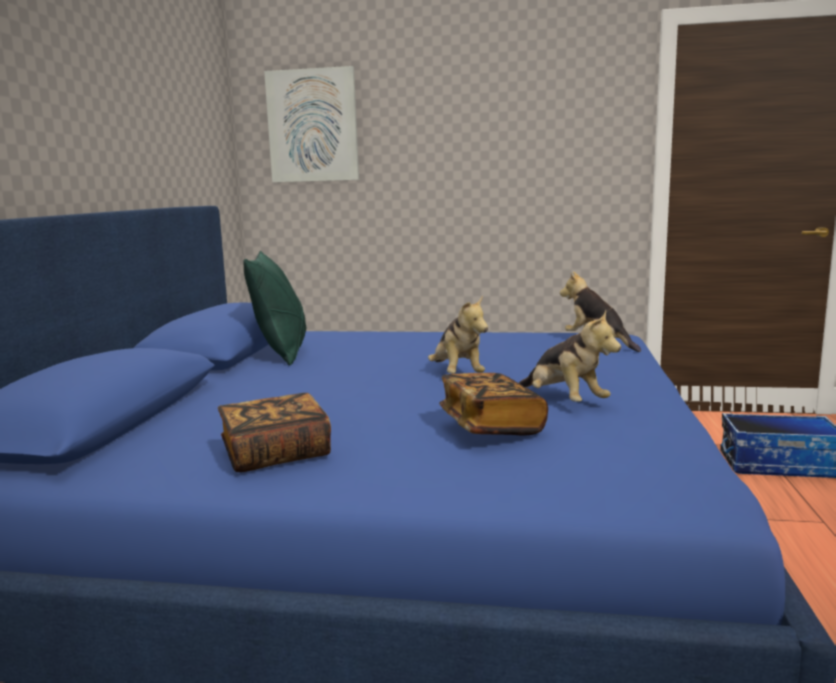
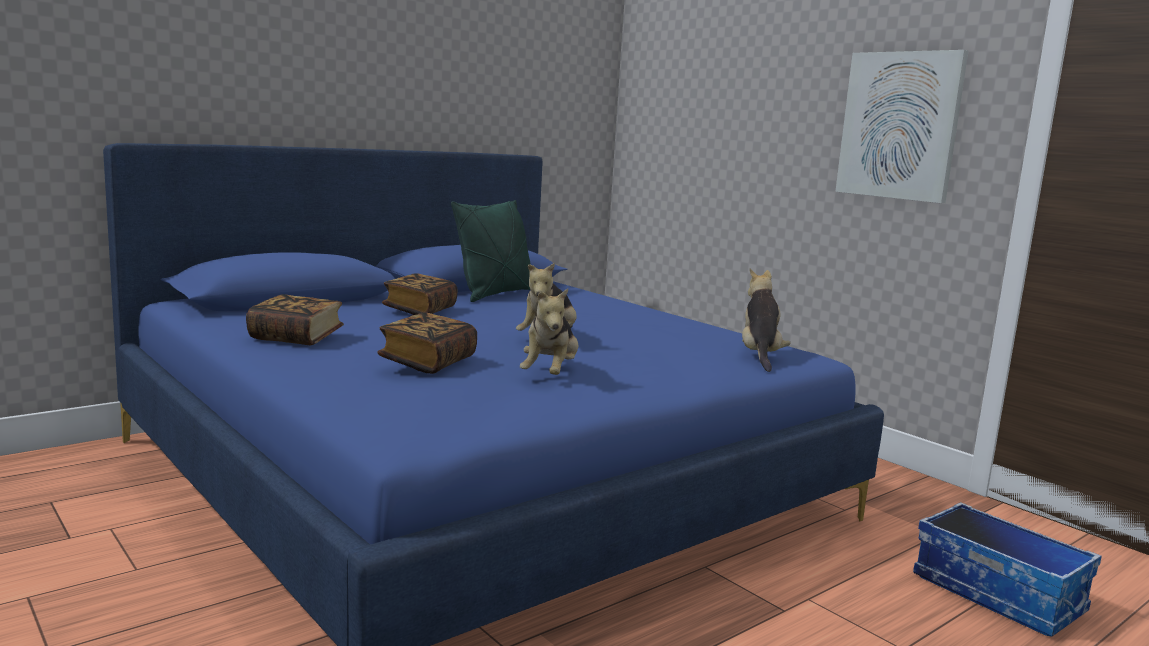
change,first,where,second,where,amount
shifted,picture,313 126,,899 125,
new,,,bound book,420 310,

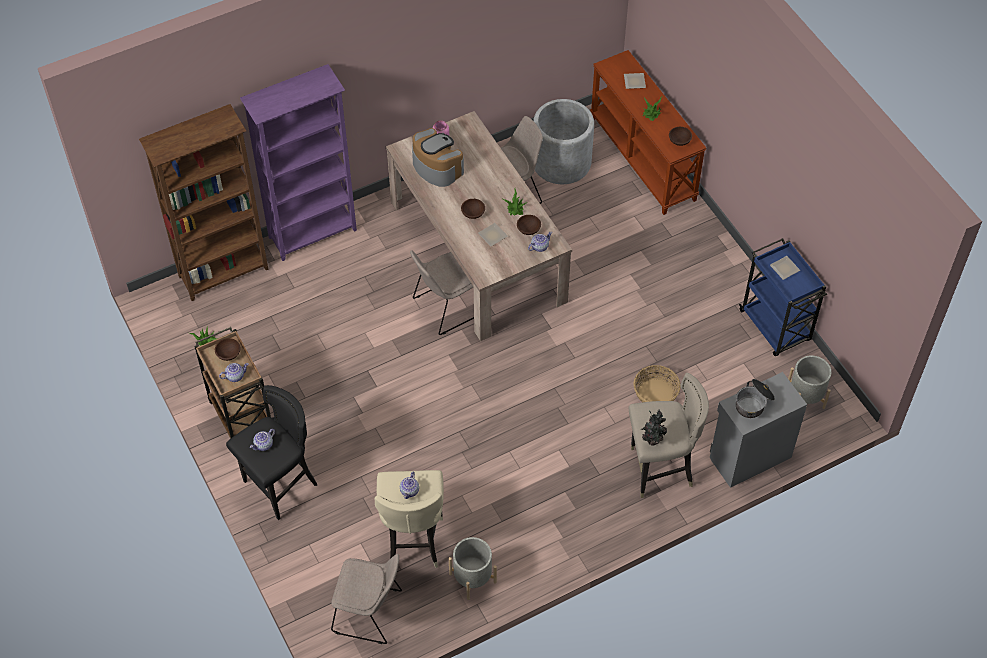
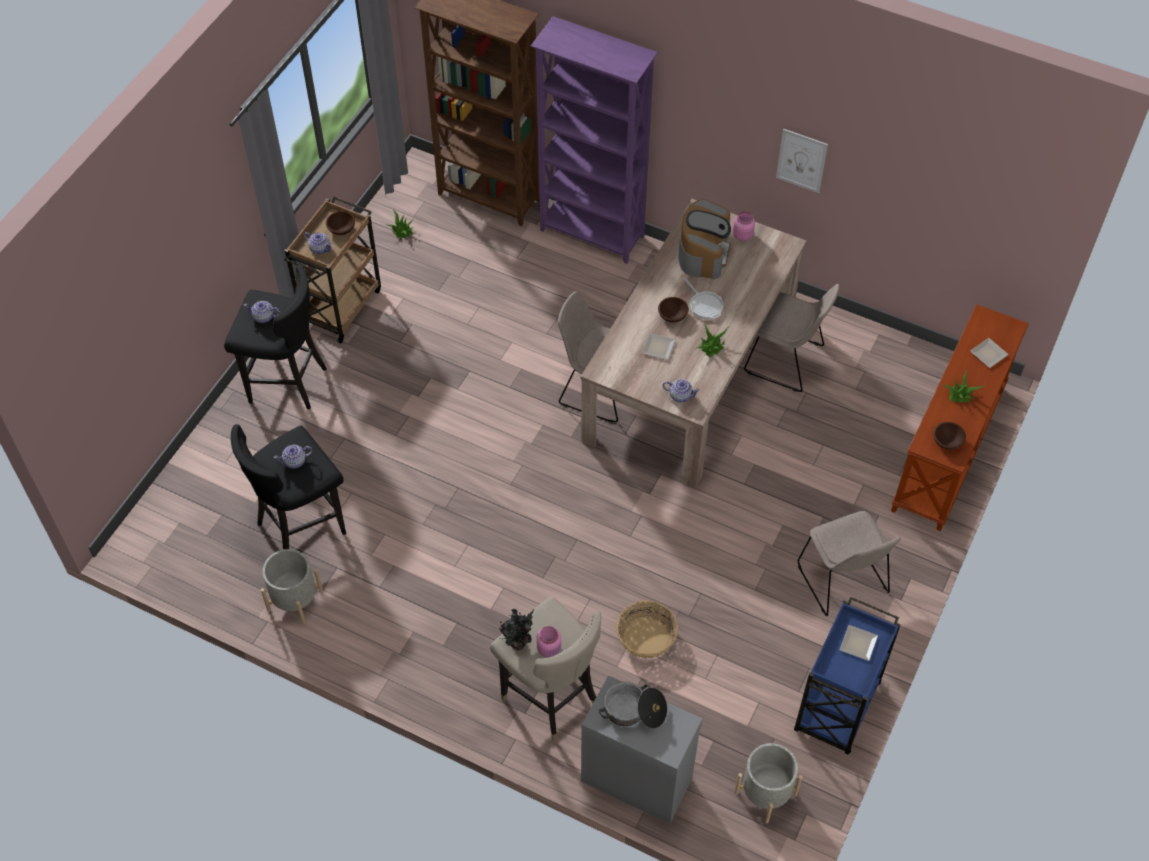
change,first,where,second,where,amount
shifted,beige-coloured chair,370 612,,843 581,
repainted,beige-coloured stool seat,413 541,black stool seat,301 524,
gone,brownish bowl,529 229,,,
gone,grey flower pot,561 162,,,
new,,,pink-coloured preserve jar,549 649,
new,,,pan,704 305,
new,,,picture,801 160,

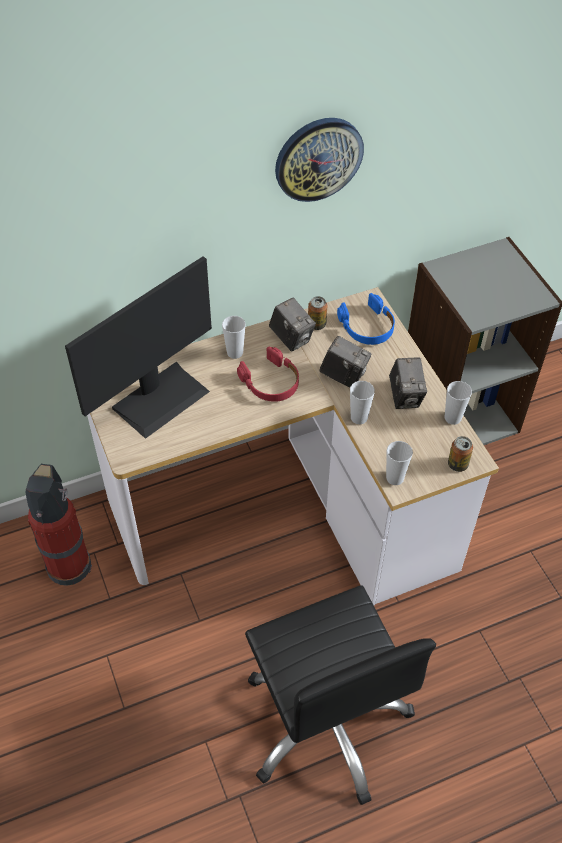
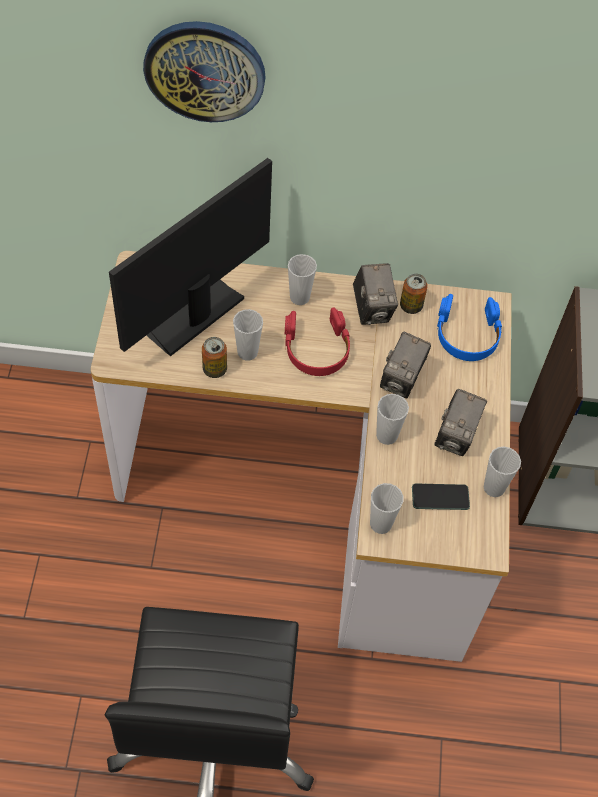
change,first,where,second,where,amount
gone,fire extinguisher,69 563,,,
rotated,computer screen,160 398,,188 311,150 degrees clockwise
shifted,wall clock,318 158,,205 70,
rotated,photo camera,344 376,,402 379,60 degrees clockwise
shifted,metal can,457 464,,214 369,
new,,,cup,247 352,
new,,,handset,440 497,

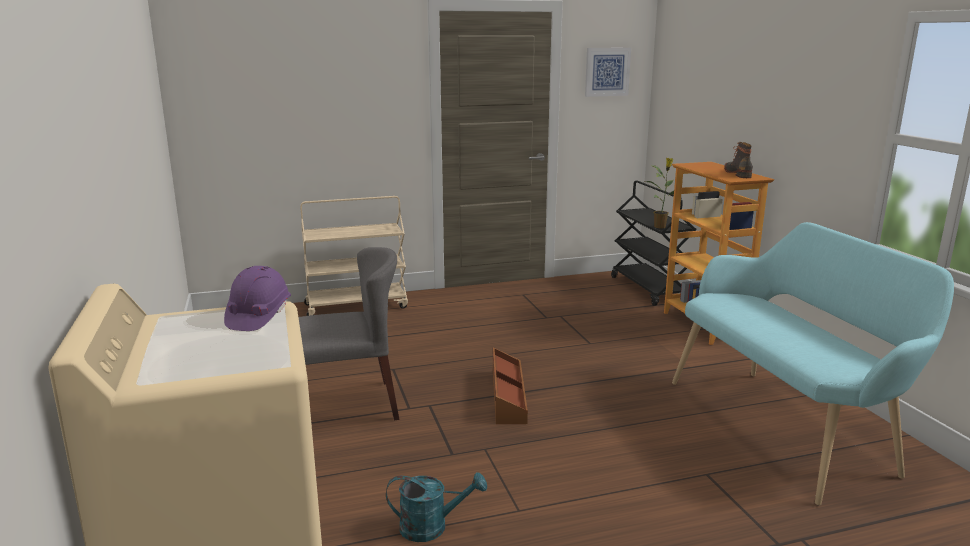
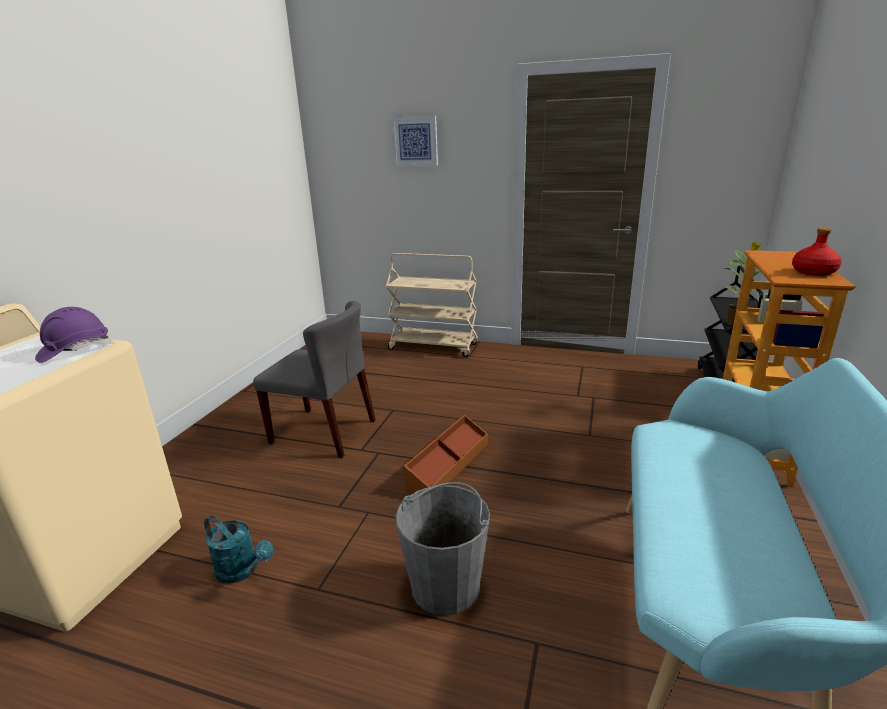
change,first,where,second,where,amount
shifted,picture,607 72,,415 141,
swapped,boot,738 173,red beverage bottle,813 272,
new,,,grey water bucket,446 585,

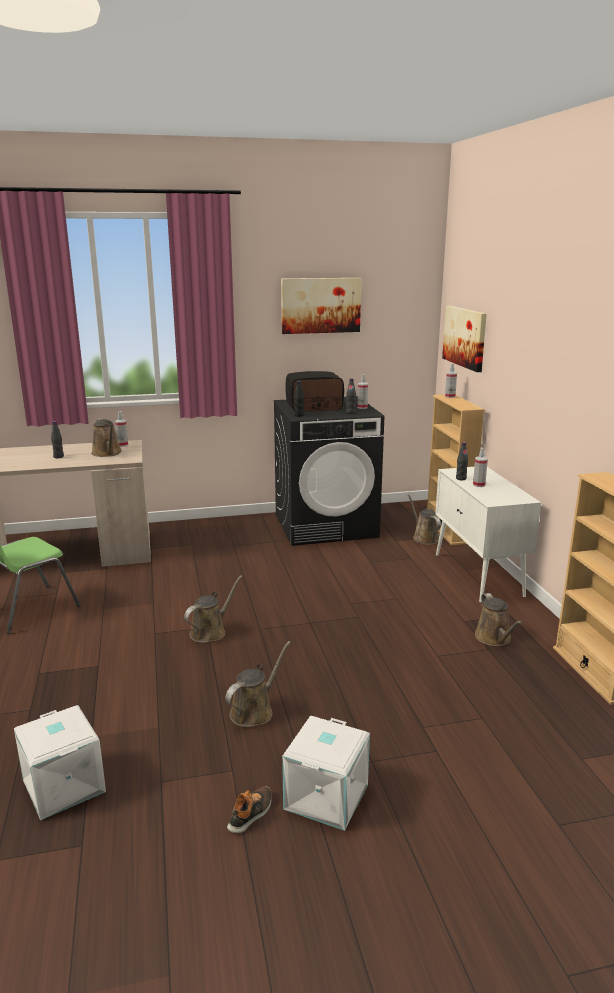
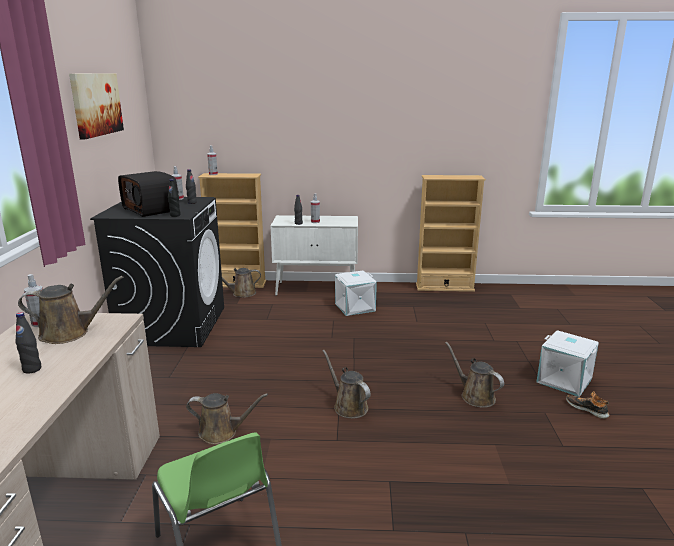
change,first,where,second,where,amount
shifted,white storage bin,62 786,,355 307,
rotated,radio set,314 407,,152 209,45 degrees counterclockwise
gone,picture,465 337,,,
shifted,brownish watering pot,494 638,,222 432,

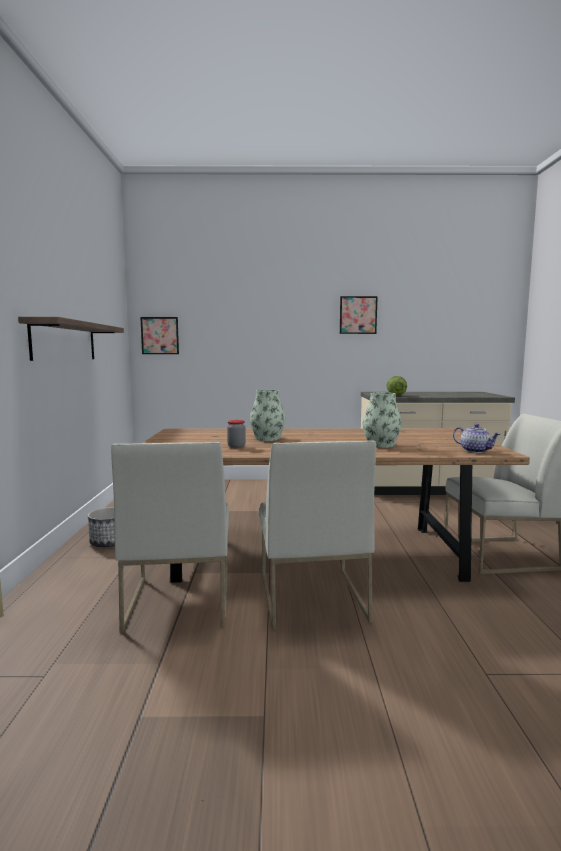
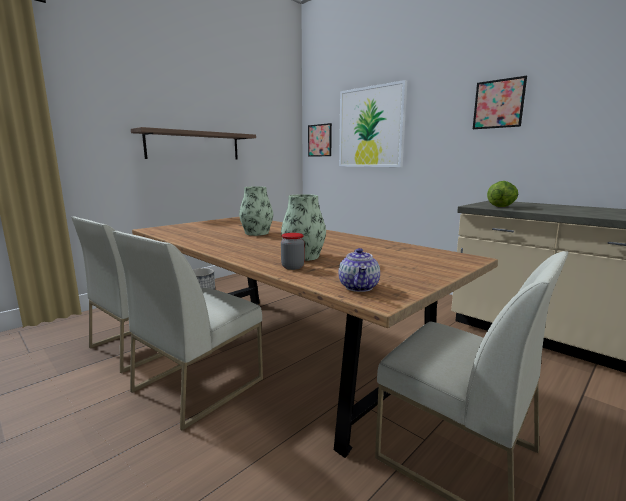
change,first,where,second,where,amount
shifted,preserve jar,236 446,,292 267,
new,,,picture,371 127,

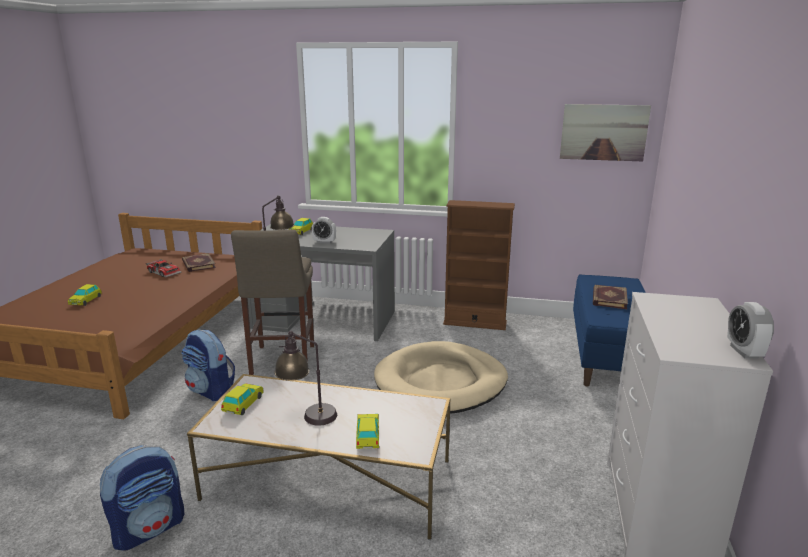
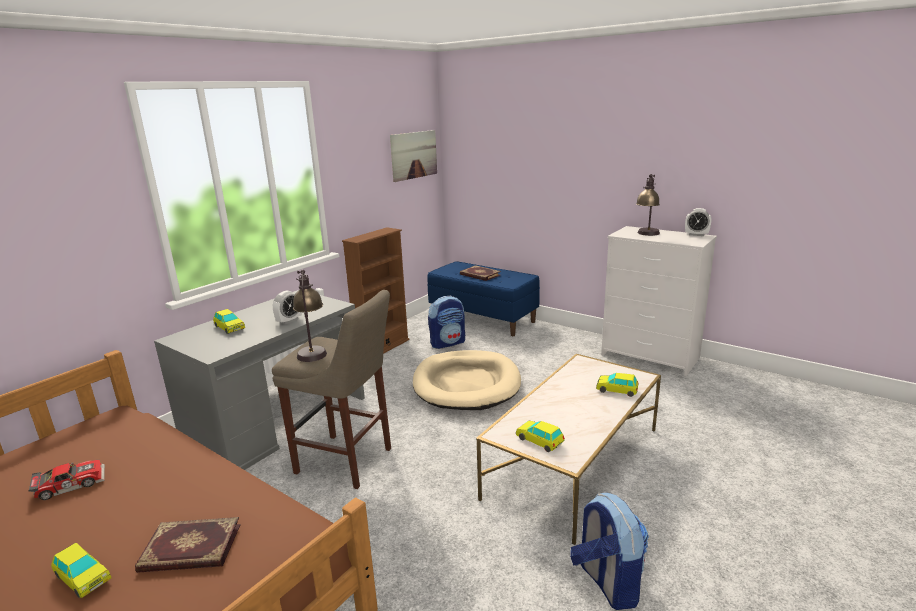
change,first,where,second,where,amount
shifted,backpack,211 391,,448 343,
shifted,bound book,198 264,,190 549,
shifted,tabletop lamp,307 415,,646 235,

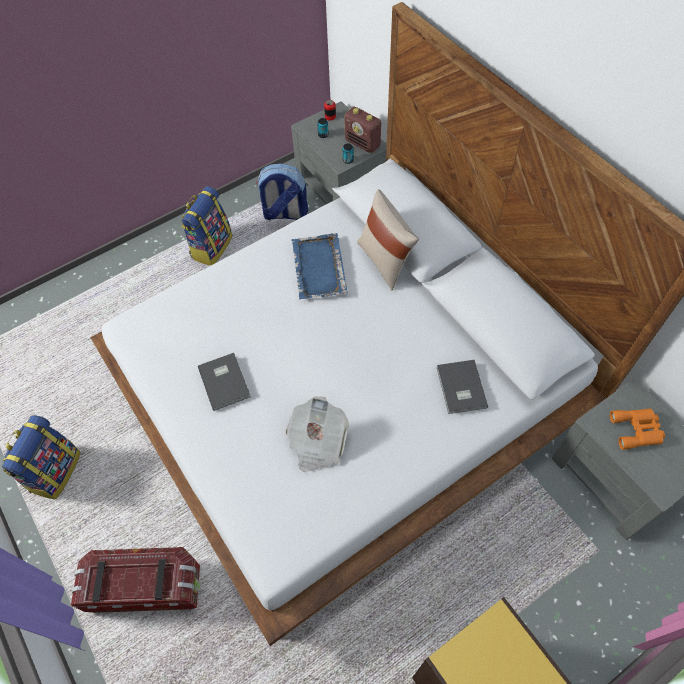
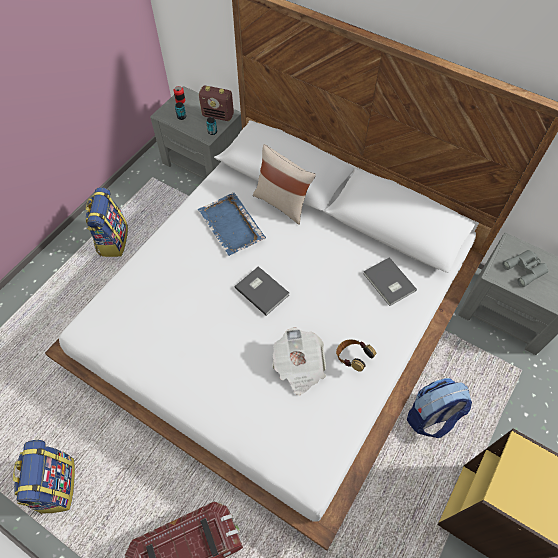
change,first,where,second,where,amount
shifted,grey bound book,225 381,,262 290,
shifted,backpack,284 214,,430 417,
repainted,orange-coloured binoculars,637 430,grey binoculars,525 269,
new,,,pair of headphones,352 358,

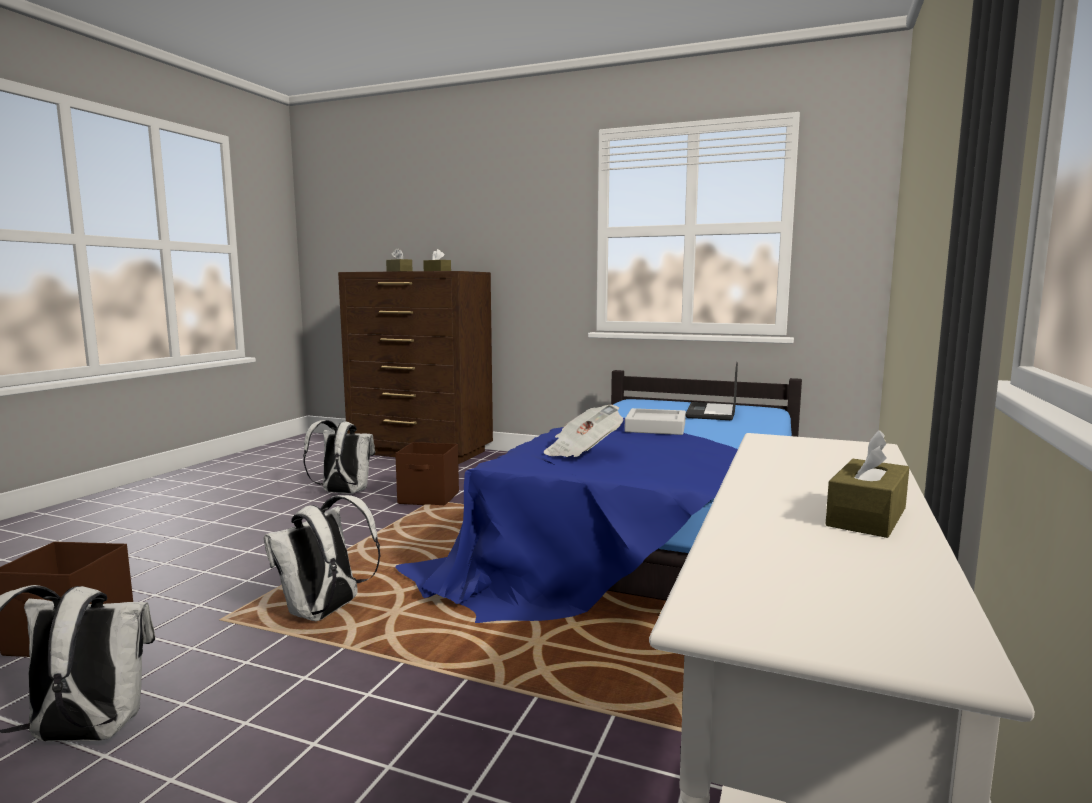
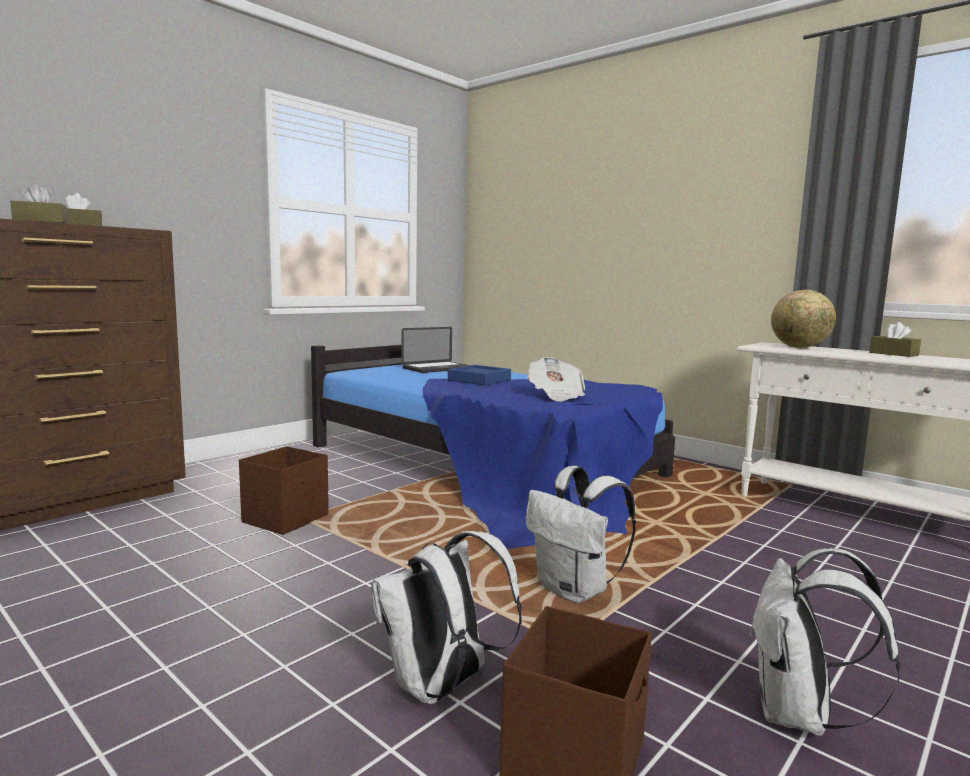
change,first,where,second,where,amount
shifted,white backpack,342 493,,441 687,
repainted,grey carrying tray,655 427,blue-coloured carrying tray,479 380,
rotated,laptop,711 412,,436 368,75 degrees counterclockwise
new,,,globe,800 347,

